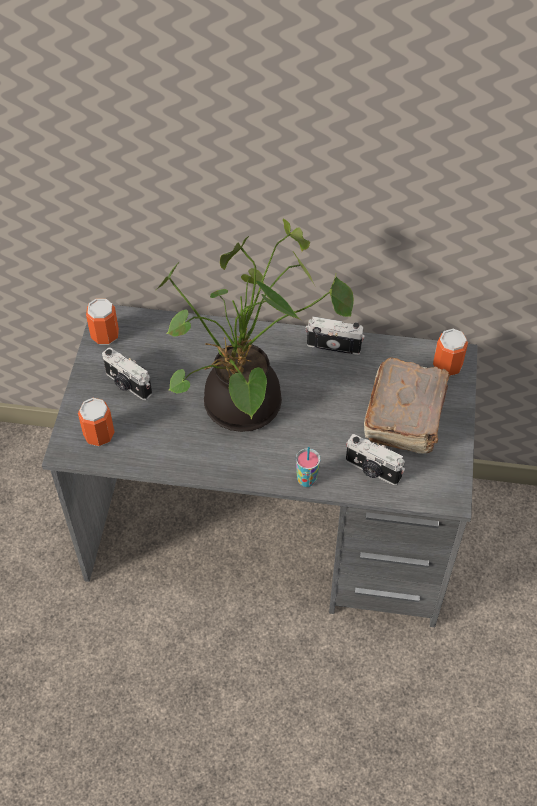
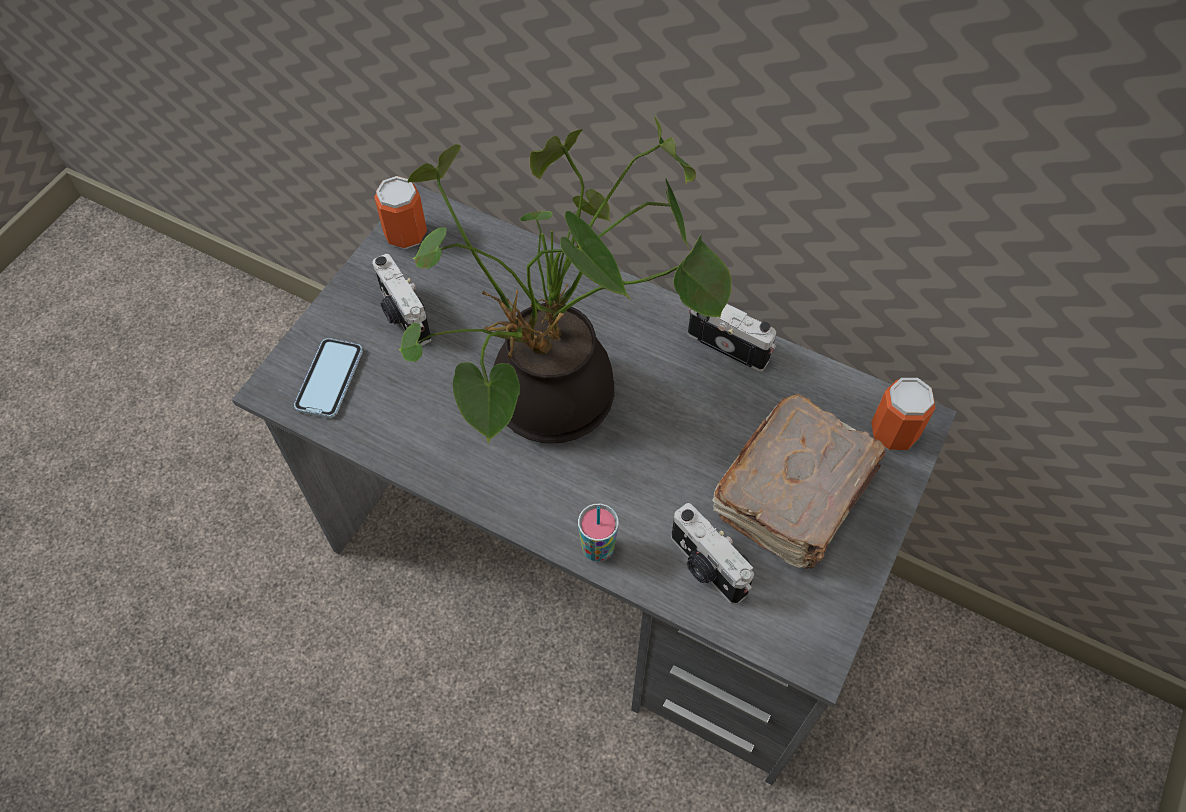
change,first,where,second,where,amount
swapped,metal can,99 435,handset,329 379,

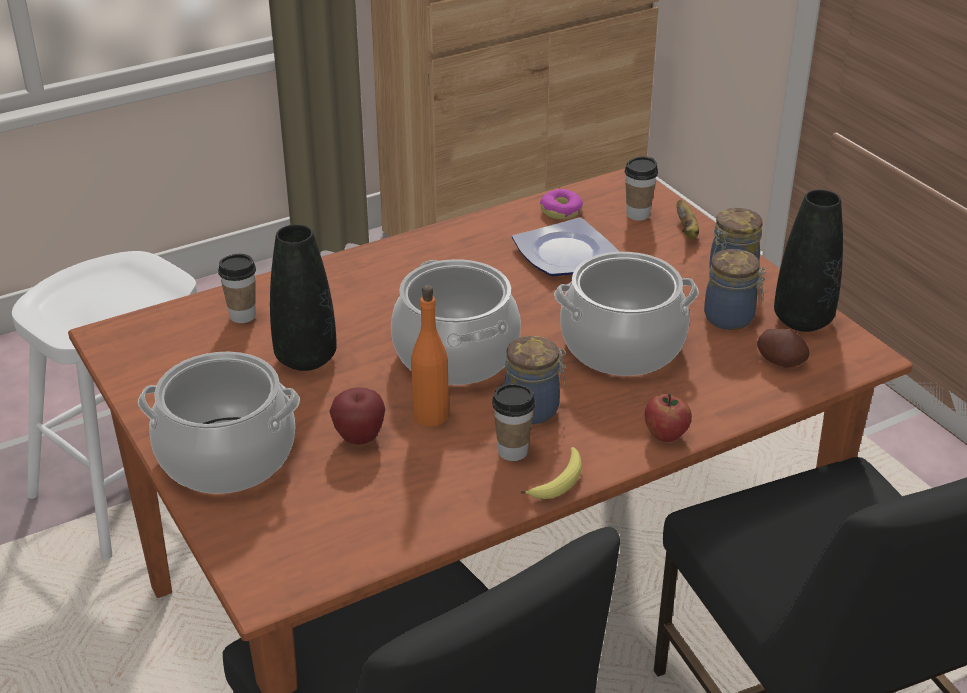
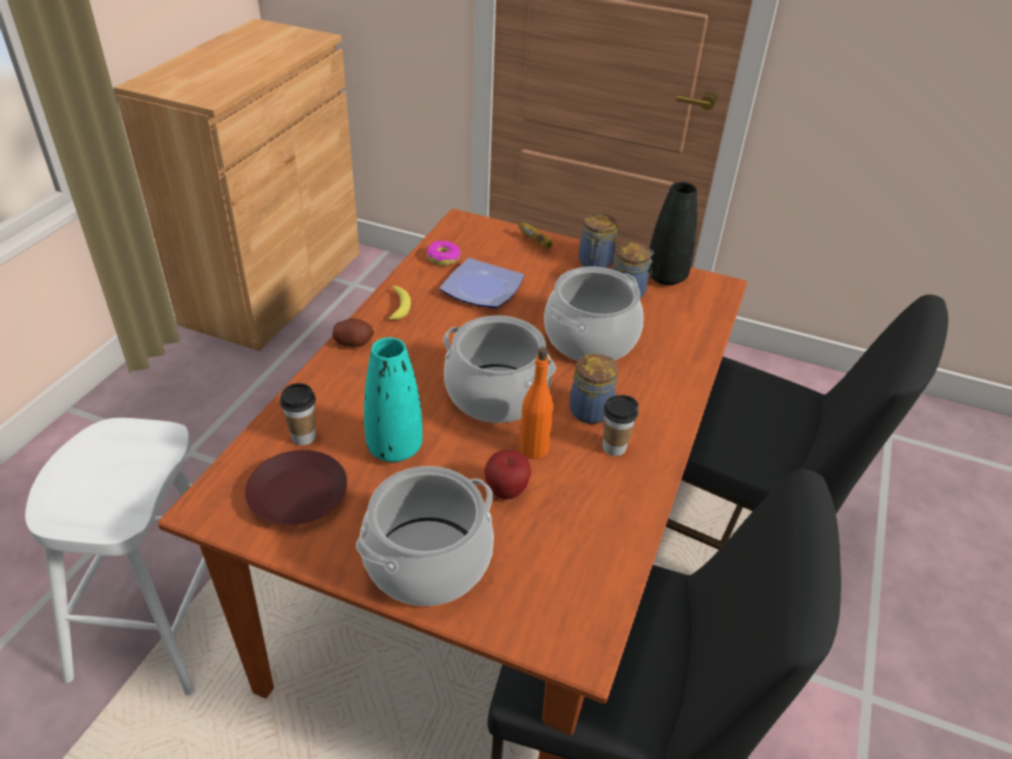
change,first,where,second,where,amount
repainted,black vase,306 358,blue-green vase,394 448,
shifted,banana,558 481,,399 307,
gone,cup,638 214,,,
gone,apple,666 435,,,
shifted,spud,781 361,,354 342,
new,,,brownish dinner plate,298 494,

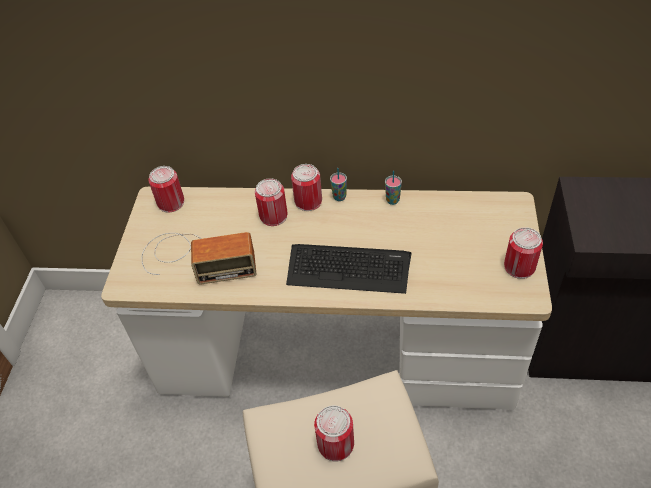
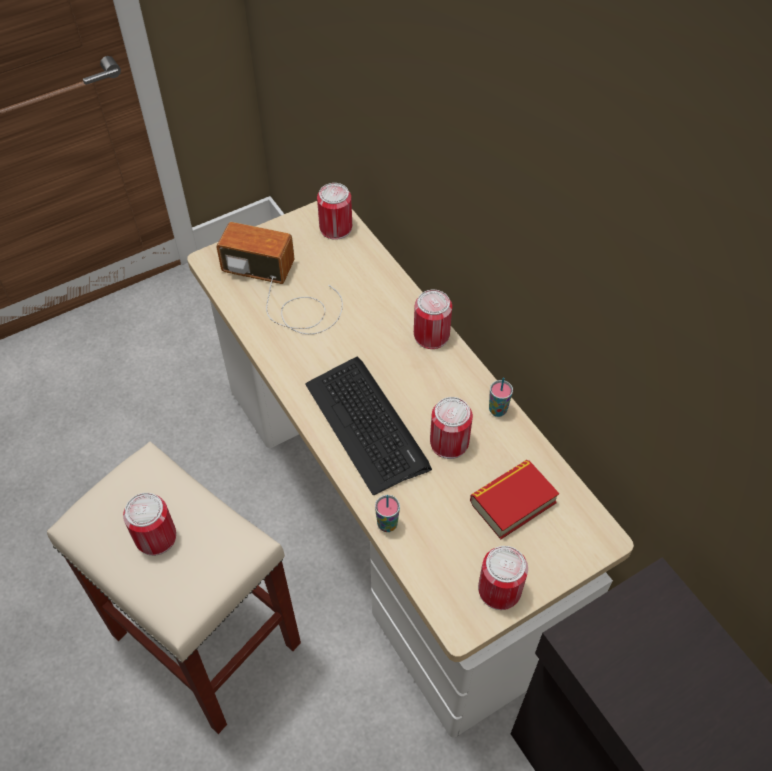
change,first,where,second,where,amount
rotated,radio set,195 258,,283 292,150 degrees clockwise
shifted,metal can,273 216,,449 442,
shifted,cup,339 197,,387 524,
new,,,bound book,513 502,

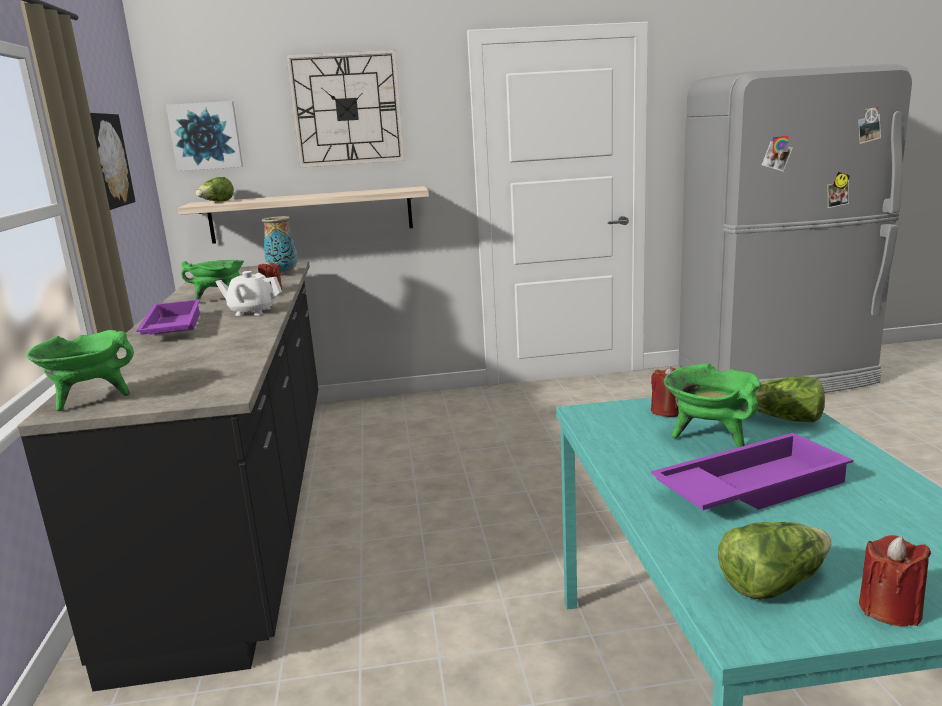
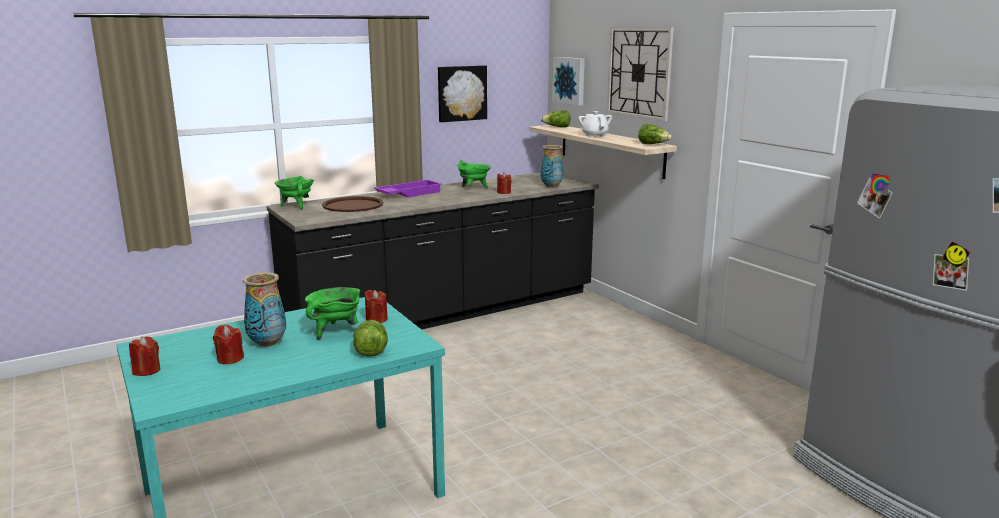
change,first,where,second,where,amount
shifted,white teapot,252 311,,594 135,
swapped,purple carrying tray,750 487,vase,268 343,
shifted,lettuce,772 582,,653 144,
new,,,red wax light,230 359,
new,,,brownish carrying tray,353 205,

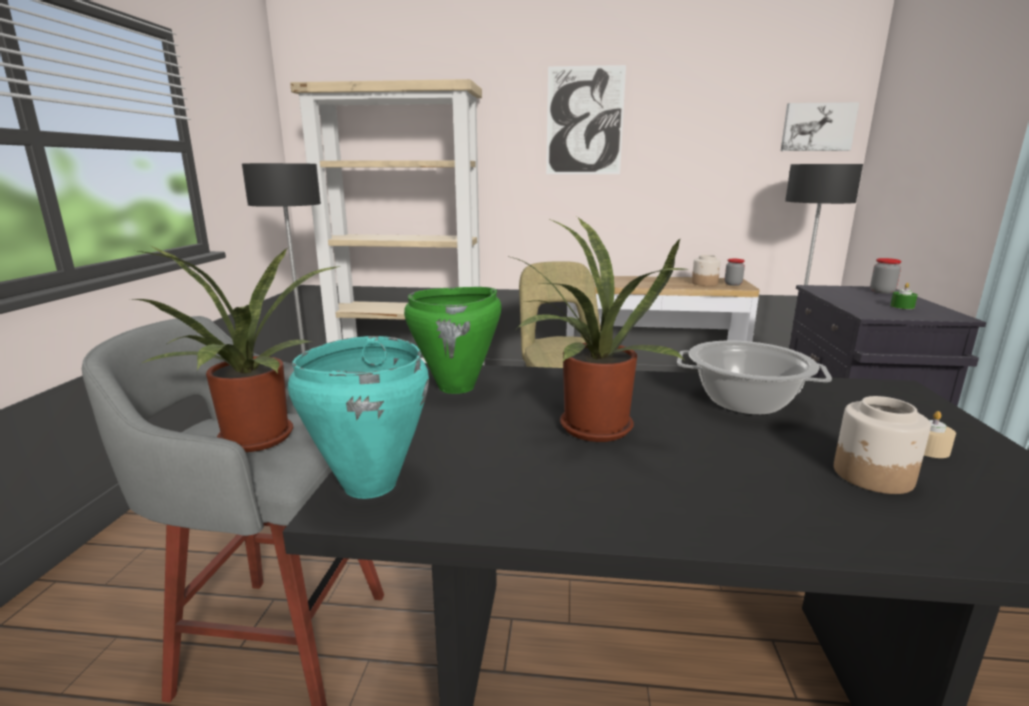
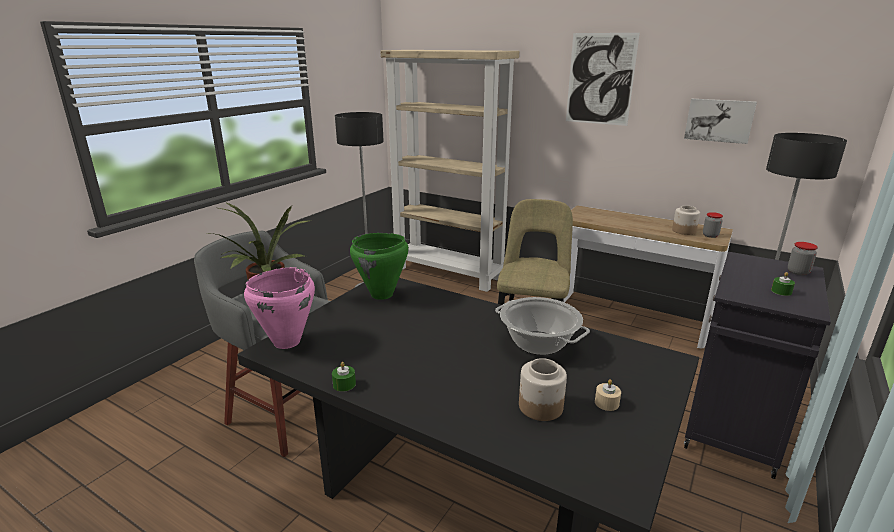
change,first,where,second,where,amount
repainted,blue-green cooking pot,369 485,pink-coloured cooking pot,286 342,
gone,plant in a pot,589 429,,,
shifted,picture,817 127,,719 120,
new,,,green-coloured wax light,344 384,

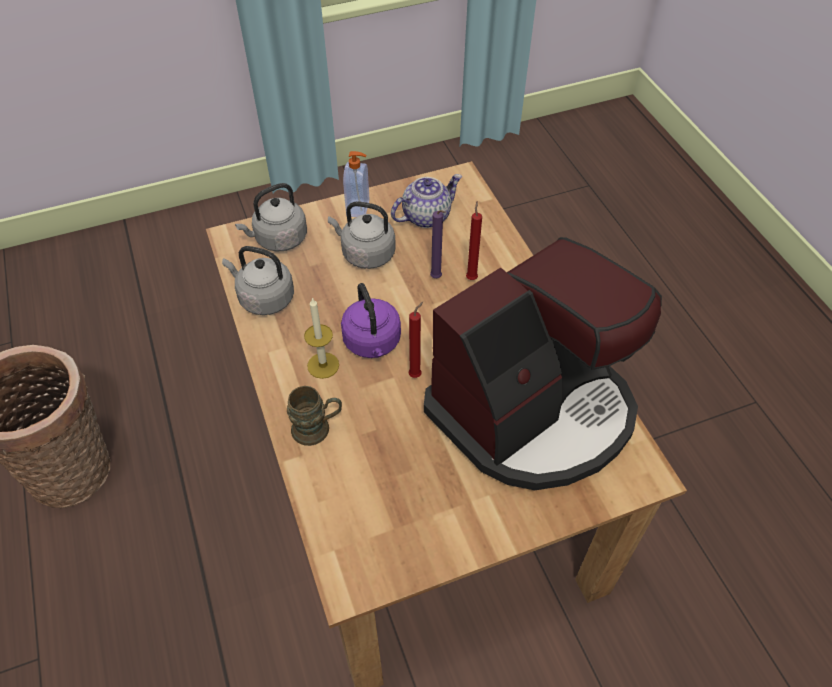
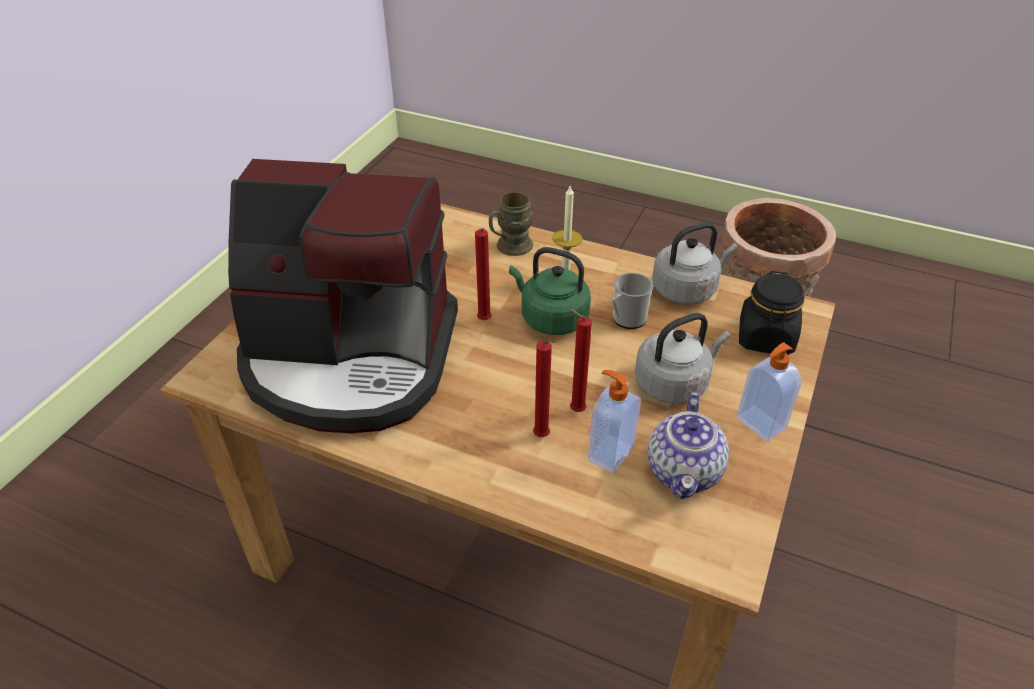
change,first,where,second,where,amount
swapped,grey kettle,278 239,black preserve jar,766 338,
repainted,purple kettle,373 343,green-coloured kettle,551 318,
rotated,coffee maker,533 411,,351 360,90 degrees counterclockwise
repainted,purple wax light,437 278,red wax light,575 410,
new,,,liquid soap bottle,609 453,
new,,,coffee mug,626 320,

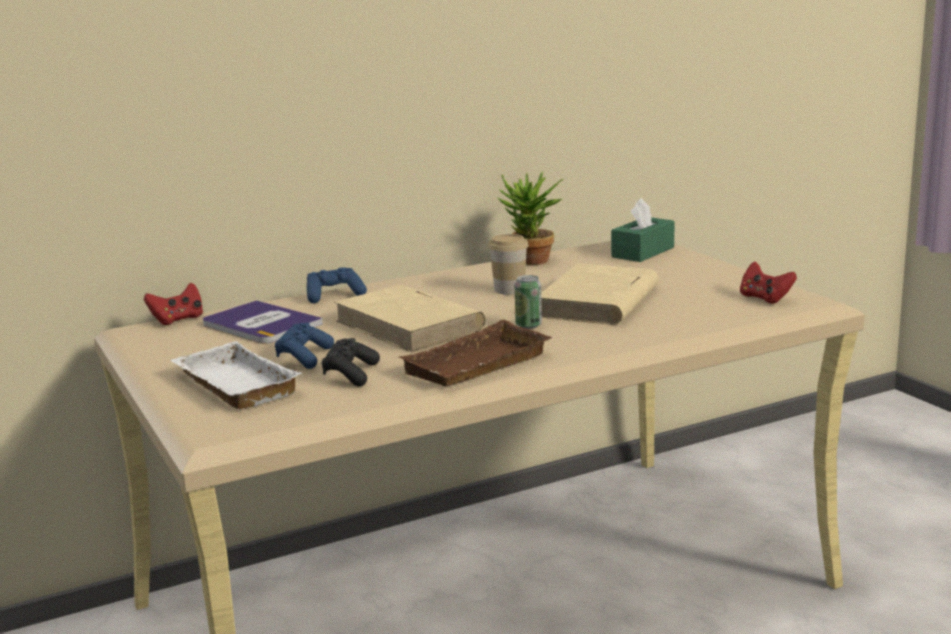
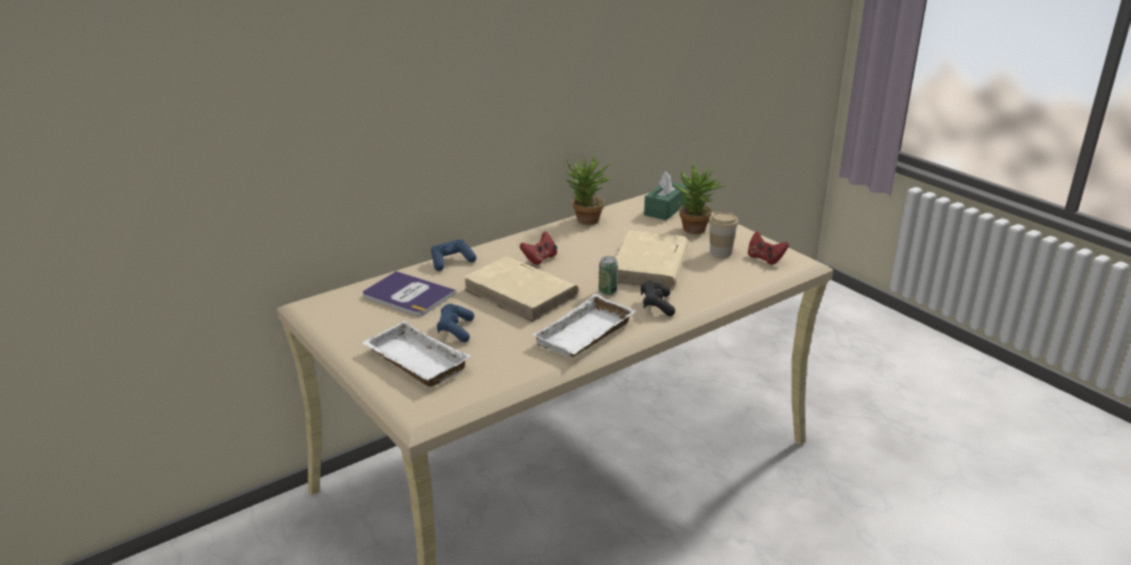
change,first,where,second,where,amount
shifted,red gamepad,177 319,,540 259,
shifted,black gamepad,351 374,,656 305,
repainted,brownish carrying tray,478 366,white carrying tray,586 335,
shifted,cup,509 290,,720 252,
new,,,plant in a pot,695 231,

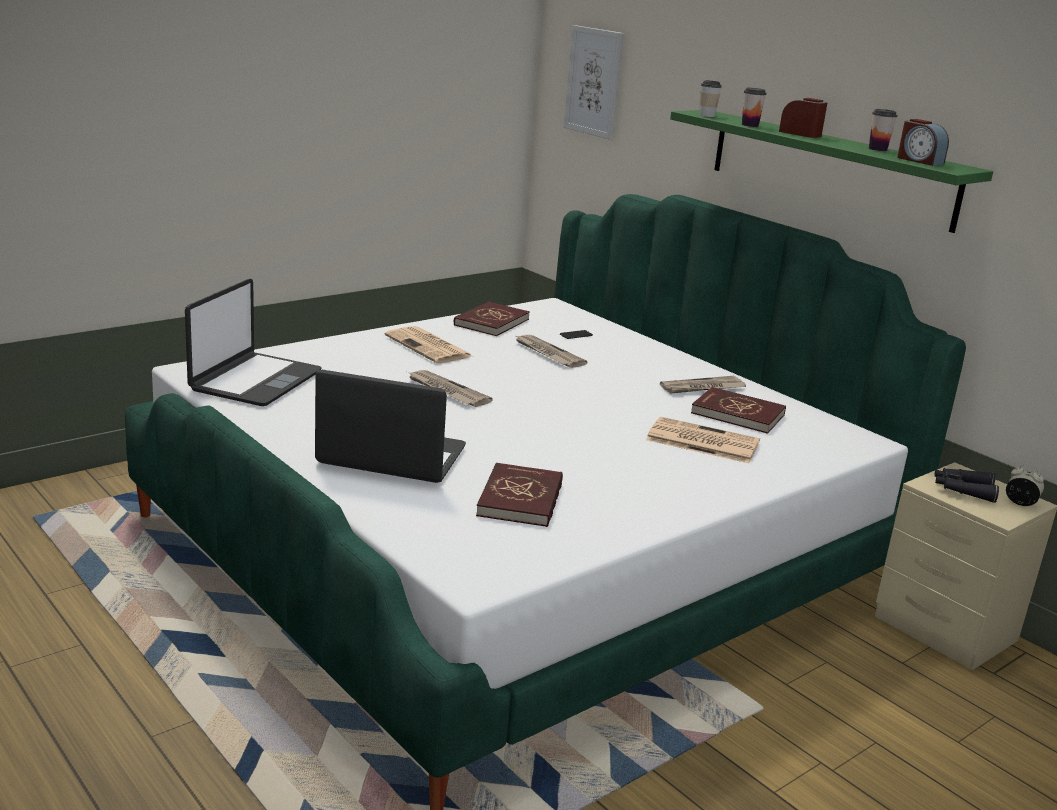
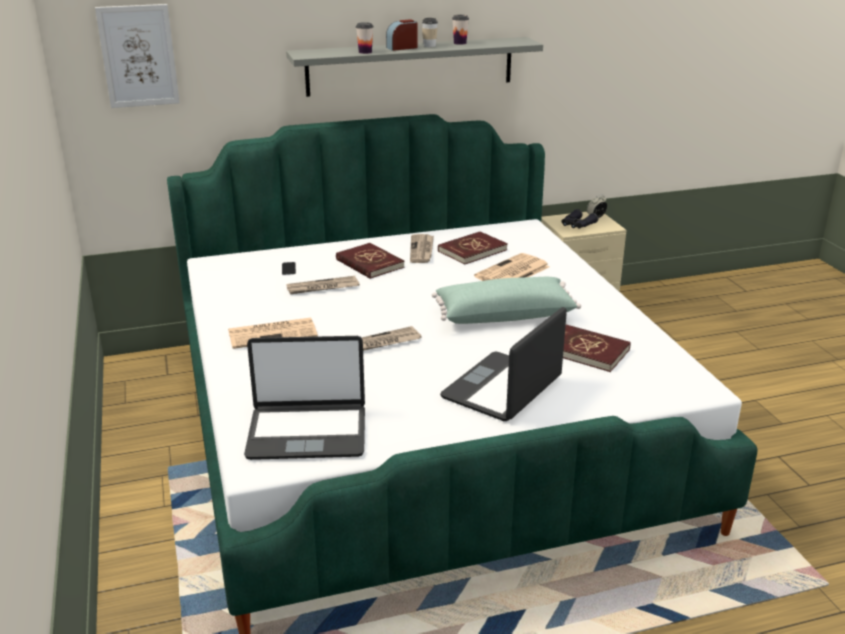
change,first,where,second,where,amount
rotated,laptop,255 381,,307 432,135 degrees clockwise
shifted,red bound book,491 322,,369 263,
repainted,green-coloured bracket shelf,830 168,grey bracket shelf,410 66,
shifted,cup,707 115,,429 45,
gone,alarm clock,919 160,,,
new,,,green-coloured pillow,504 315,

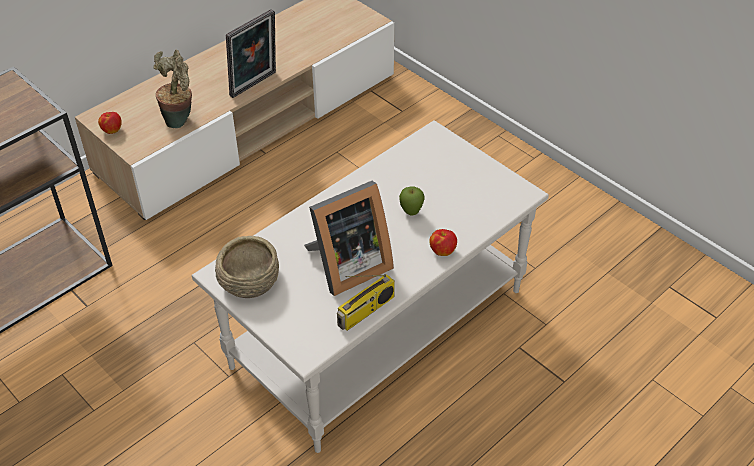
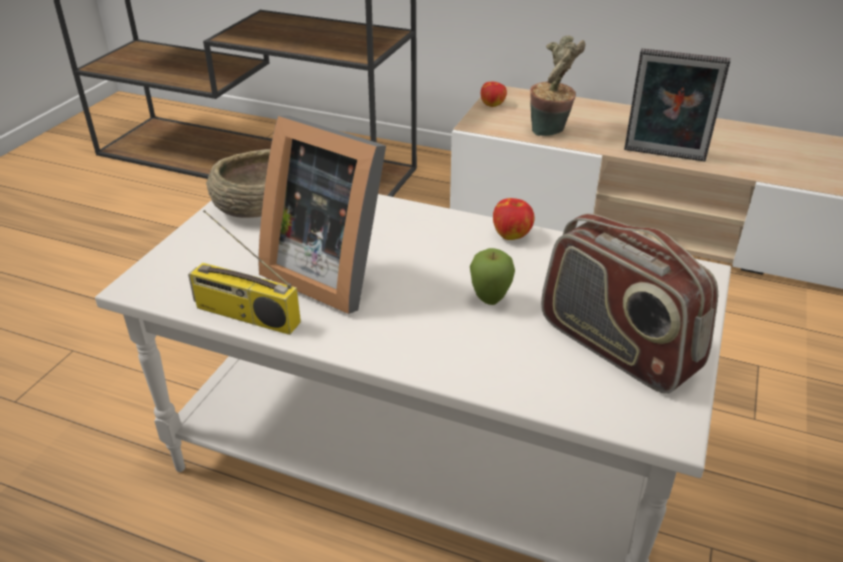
change,first,where,second,where,amount
shifted,apple,442 250,,512 235,
new,,,radio set,616 346,

